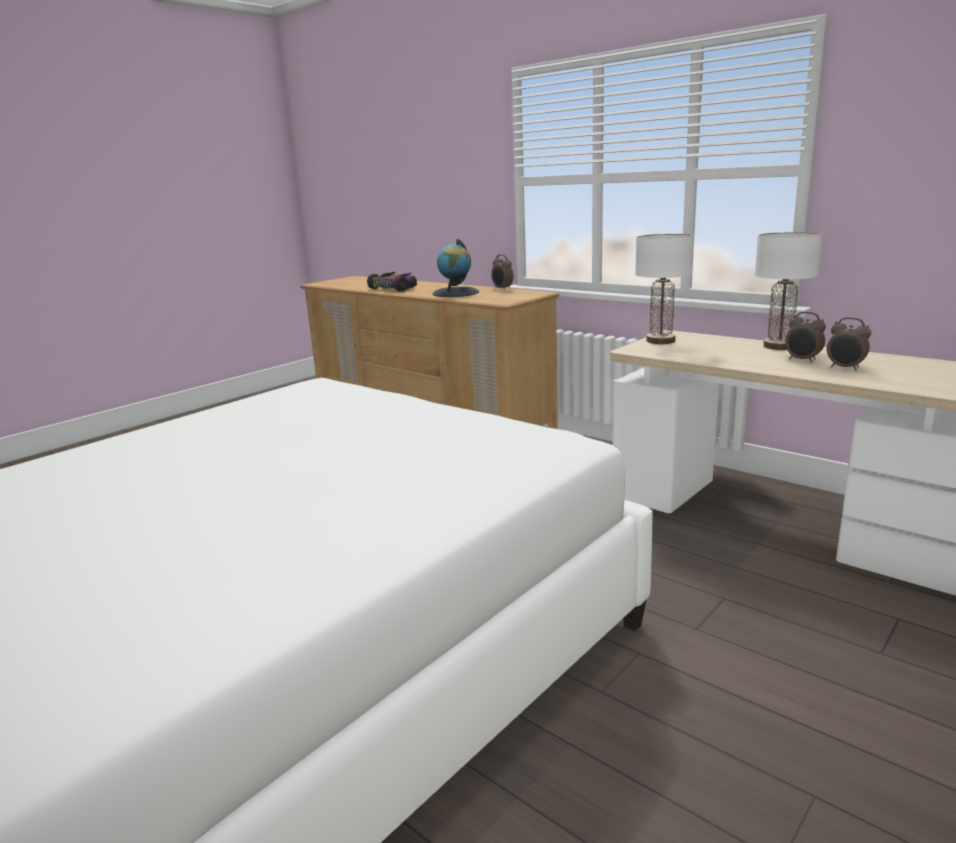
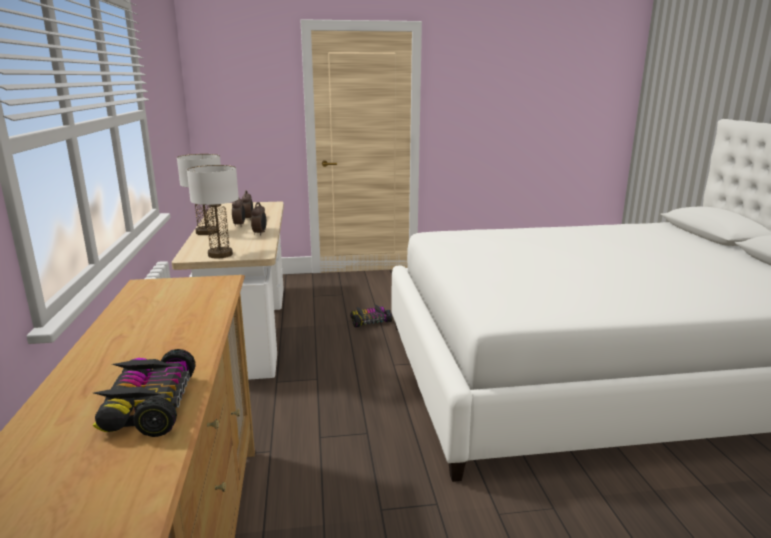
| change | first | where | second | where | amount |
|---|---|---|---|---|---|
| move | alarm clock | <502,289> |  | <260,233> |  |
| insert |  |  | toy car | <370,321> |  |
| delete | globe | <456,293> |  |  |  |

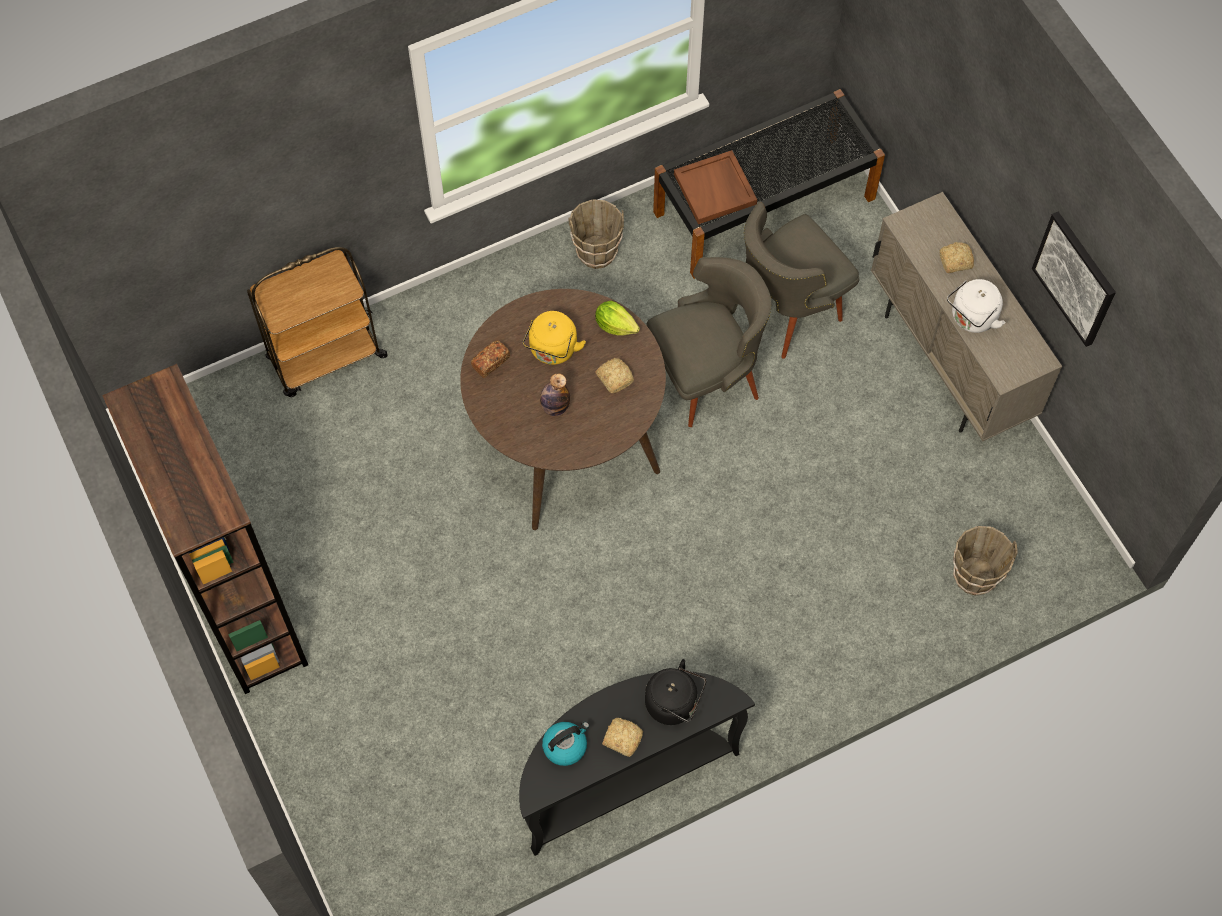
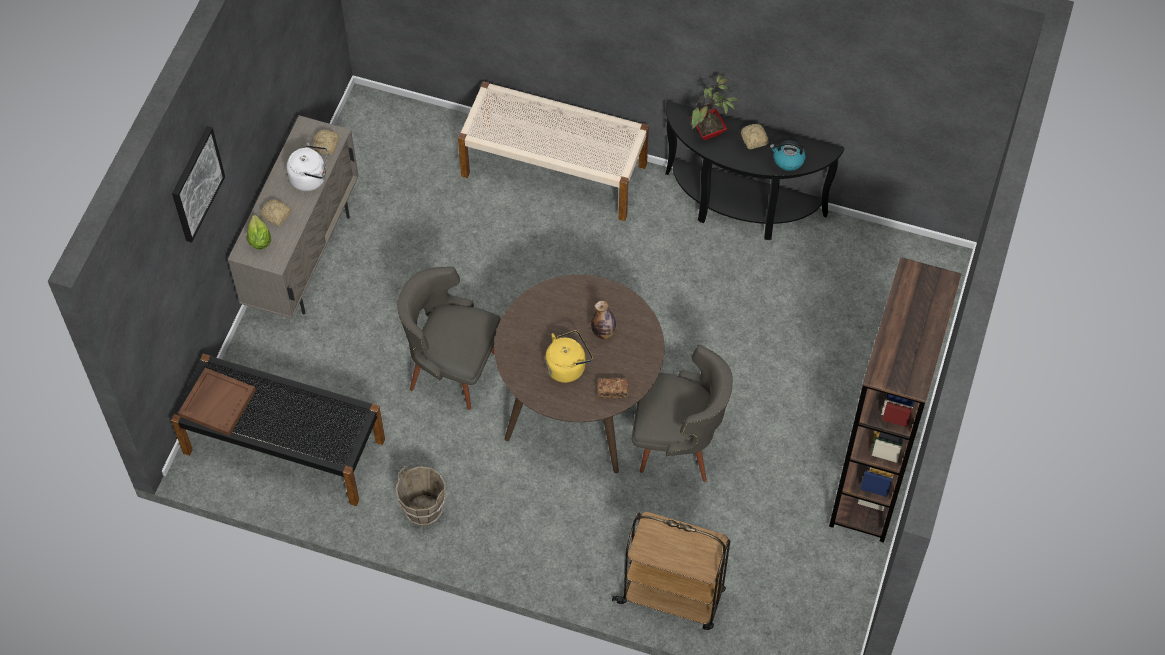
| change | first | where | second | where | amount |
|---|---|---|---|---|---|
| move | picture | <1075,278> |  | <196,183> |  |
| move | tray (brown) | <715,189> |  | <217,402> |  |
| move | lettuce | <615,325> |  | <259,240> |  |
| move | bread | <614,377> |  | <326,146> |  |
| insert |  |  | bench (beige) | <554,169> |  |
| move | chair (grey) | <788,310> |  | <677,445> |  |
| replace | kettle (black) | <674,704> | potted plant | <708,133> |  |
| delete | bucket (brown) | <974,576> |  |  |  |

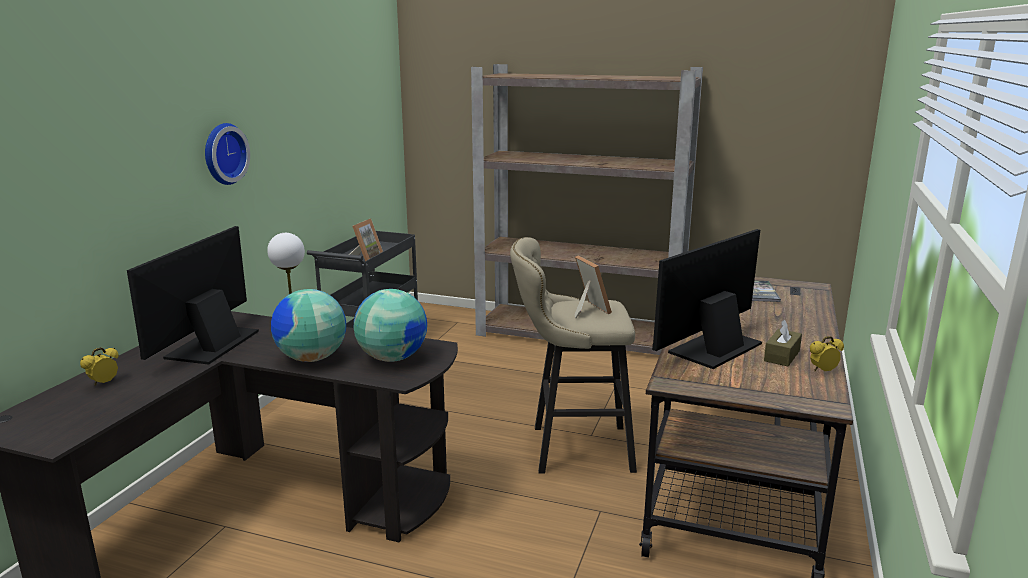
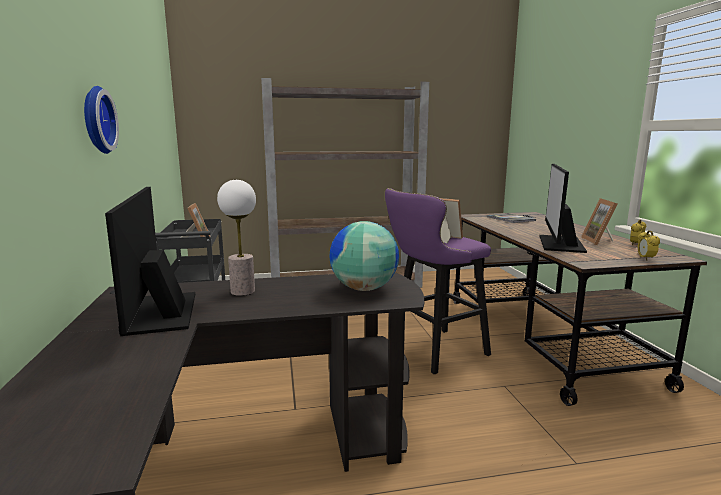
| change | first | where | second | where | amount |
|---|---|---|---|---|---|
| recolor | stool (beige) | <568,448> | stool (purple) | <430,352> |  |
| replace | tissue box (brown) | <782,356> | picture frame | <600,241> |  |
| move | alarm clock | <104,383> |  | <645,259> |  |
| delete | globe | <311,358> |  |  |  |

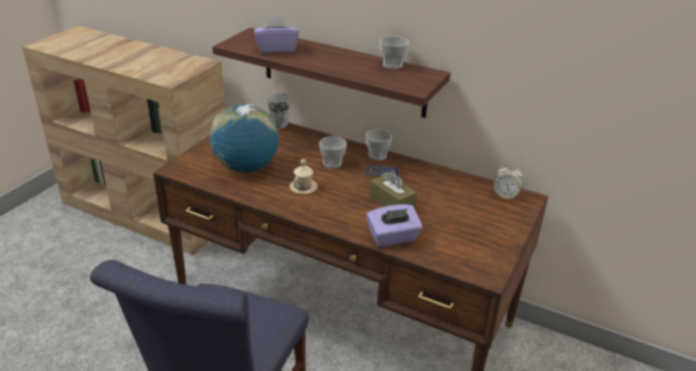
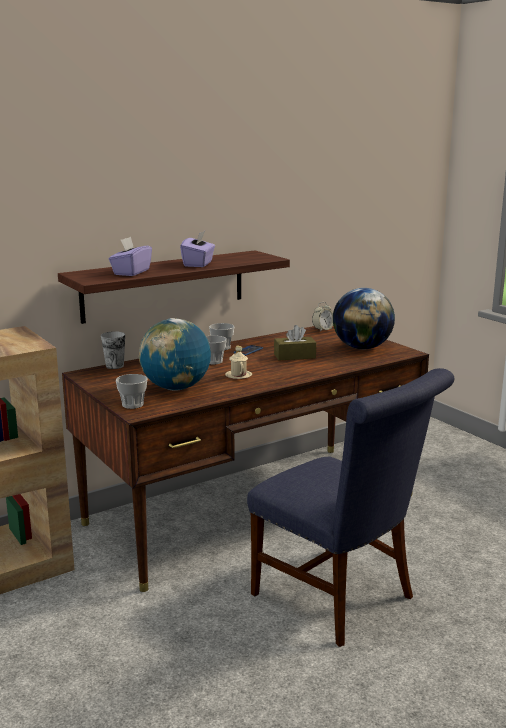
| change | first | where | second | where | amount |
|---|---|---|---|---|---|
| move | cup | <392,65> |  | <132,405> |  |
| move | tissue box (purple) | <393,238> |  | <198,264> |  |
| insert |  |  | globe | <362,347> |  |

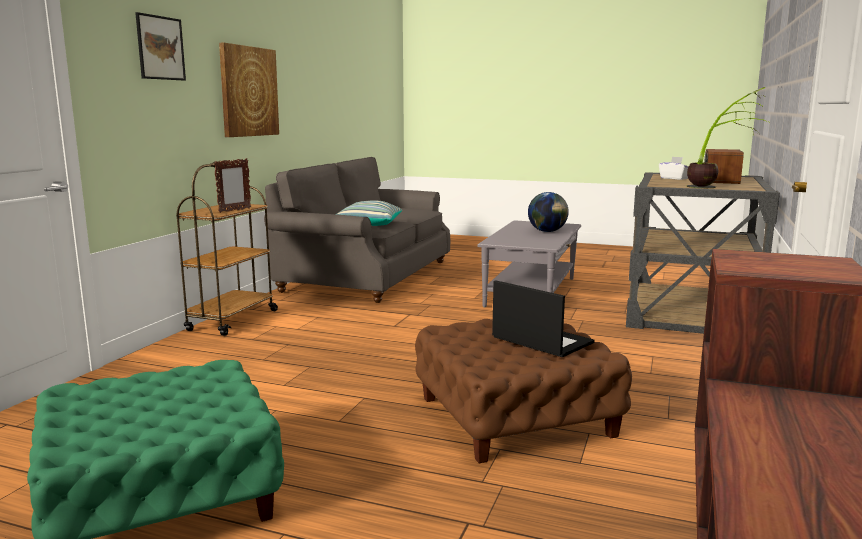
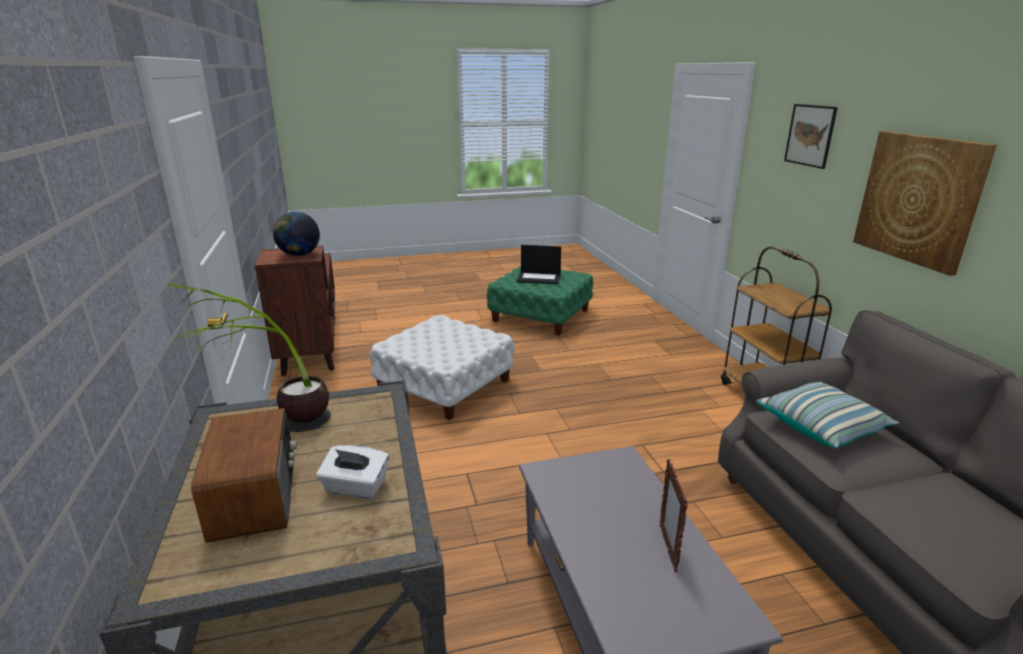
| change | first | where | second | where | amount |
|---|---|---|---|---|---|
| move | globe | <547,231> |  | <299,255> |  |
| recolor | ottoman (brown) | <515,416> | ottoman (white) | <444,386> |  |
| move | laptop | <540,340> |  | <539,278> |  |
| move | picture frame | <234,210> |  | <668,548> |  |

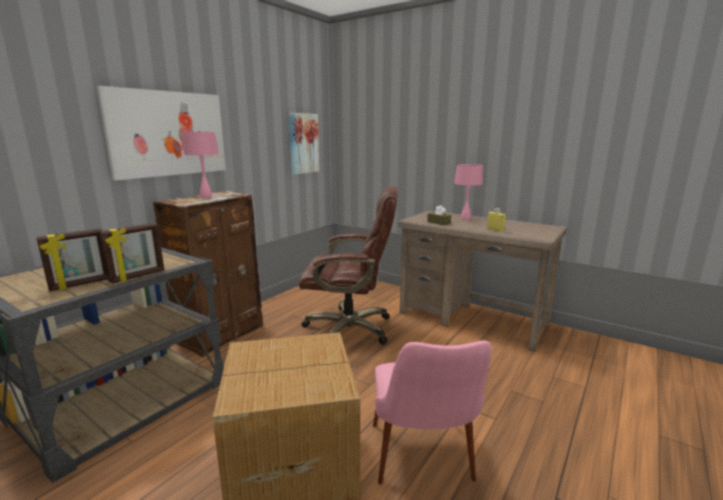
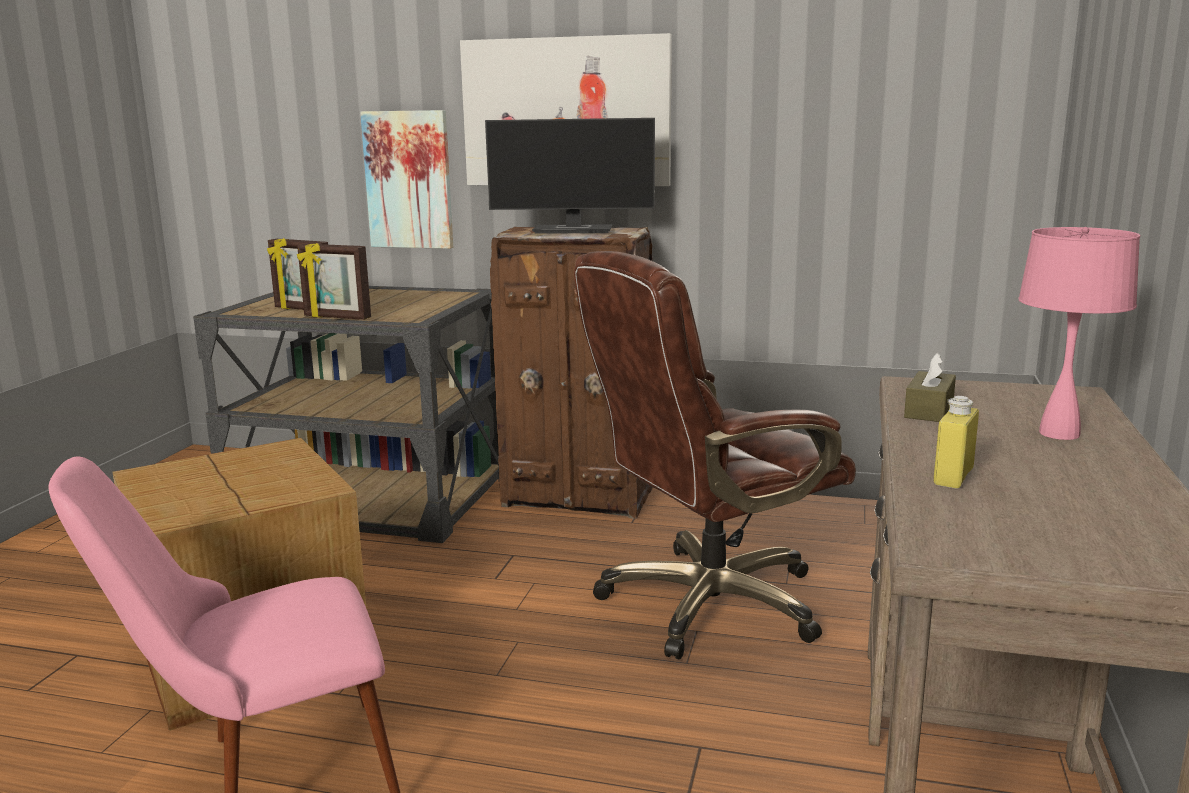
| change | first | where | second | where | amount |
|---|---|---|---|---|---|
| move | picture | <303,143> |  | <409,180> |  |
| replace | table lamp (pink) | <206,196> | monitor | <575,230> |  |
| rotate | office chair (brown) | <349,328> |  | <711,602> | 75 degrees clockwise |

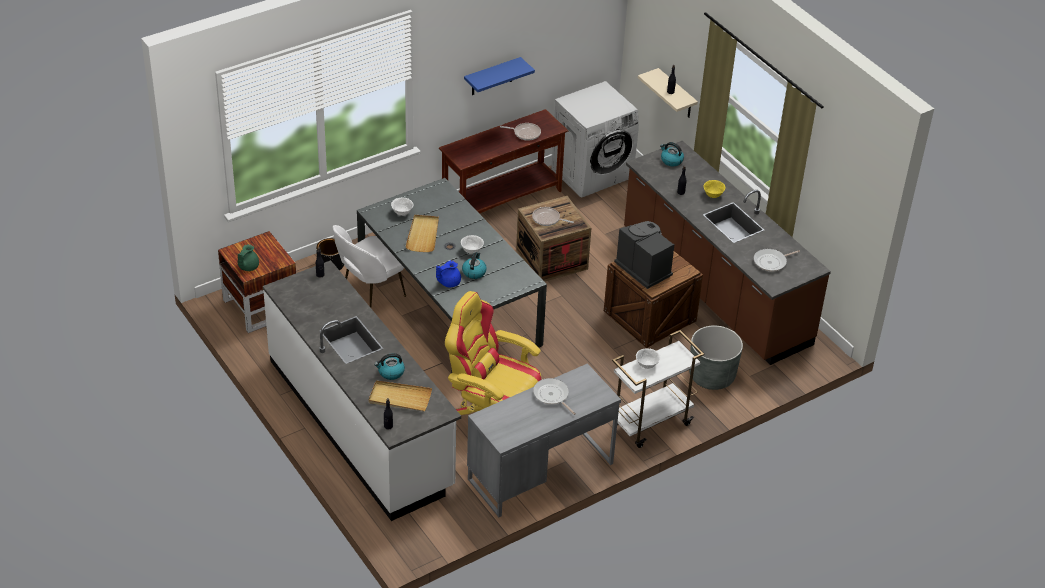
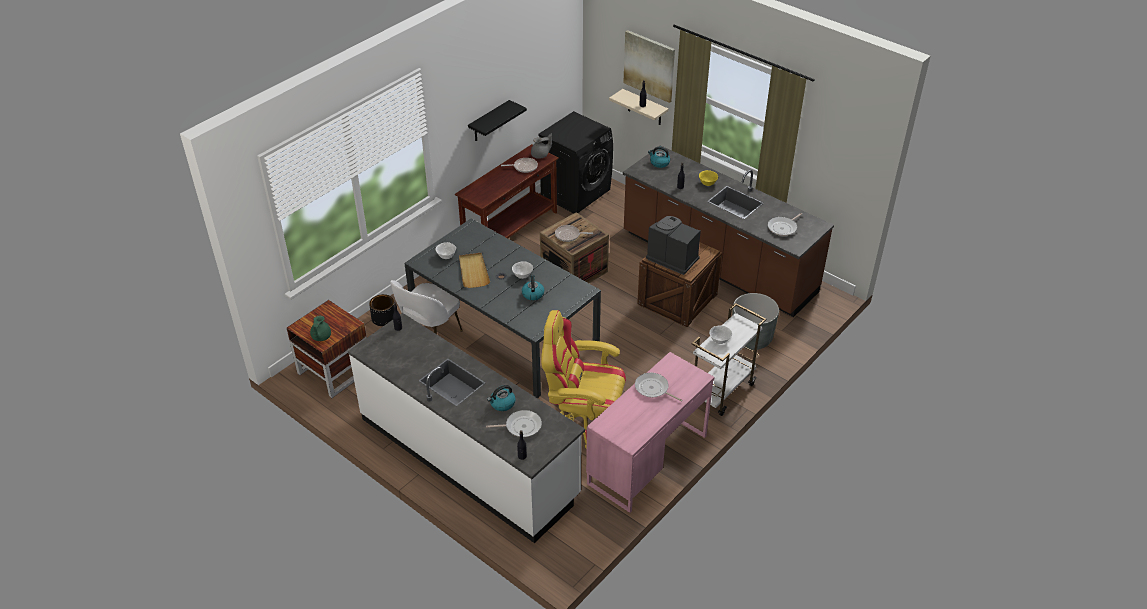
| change | first | where | second | where | amount |
|---|---|---|---|---|---|
| recolor | shelf (blue) | <492,77> | shelf (black) | <489,122> |  |
| replace | tray (beige) | <399,398> | frying pan | <521,426> |  |
| insert |  |  | teapot (grey) | <540,155> |  |
| recolor | washing machine (white) | <591,175> | washing machine (black) | <576,194> |  |
| recolor | desk (grey) | <540,471> | desk (pink) | <647,459> |  |
| insert |  |  | picture | <649,65> |  |
| delete | teapot (blue) | <448,282> |  |  |  |

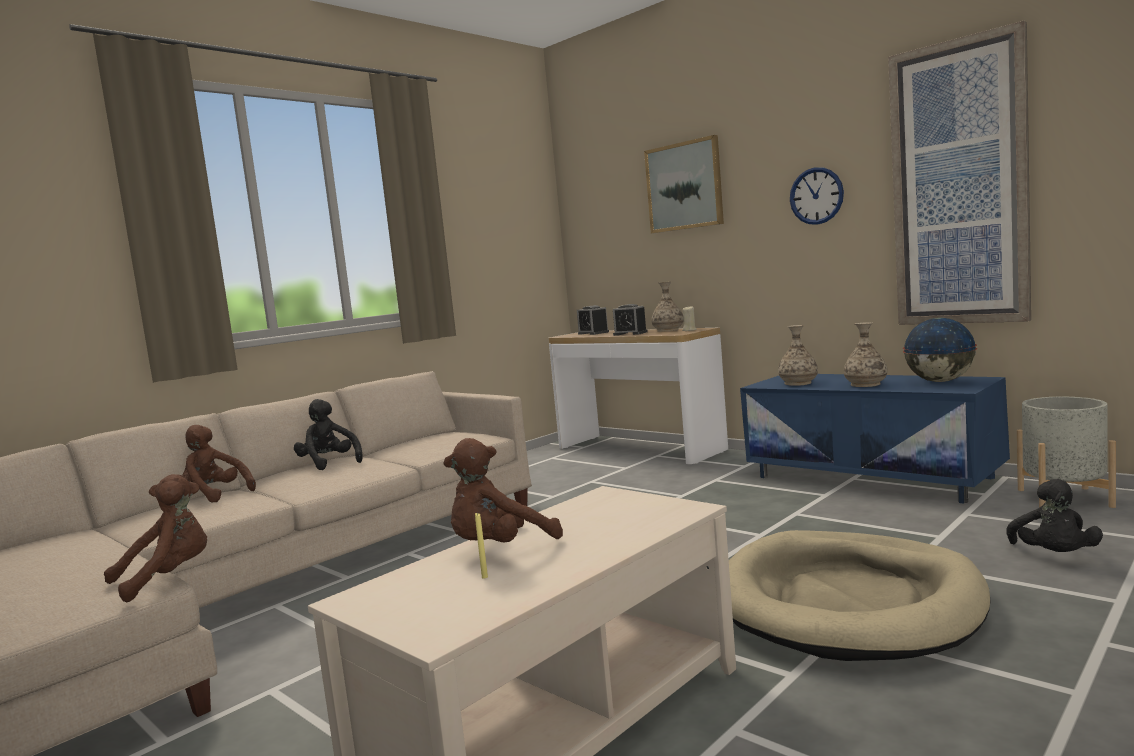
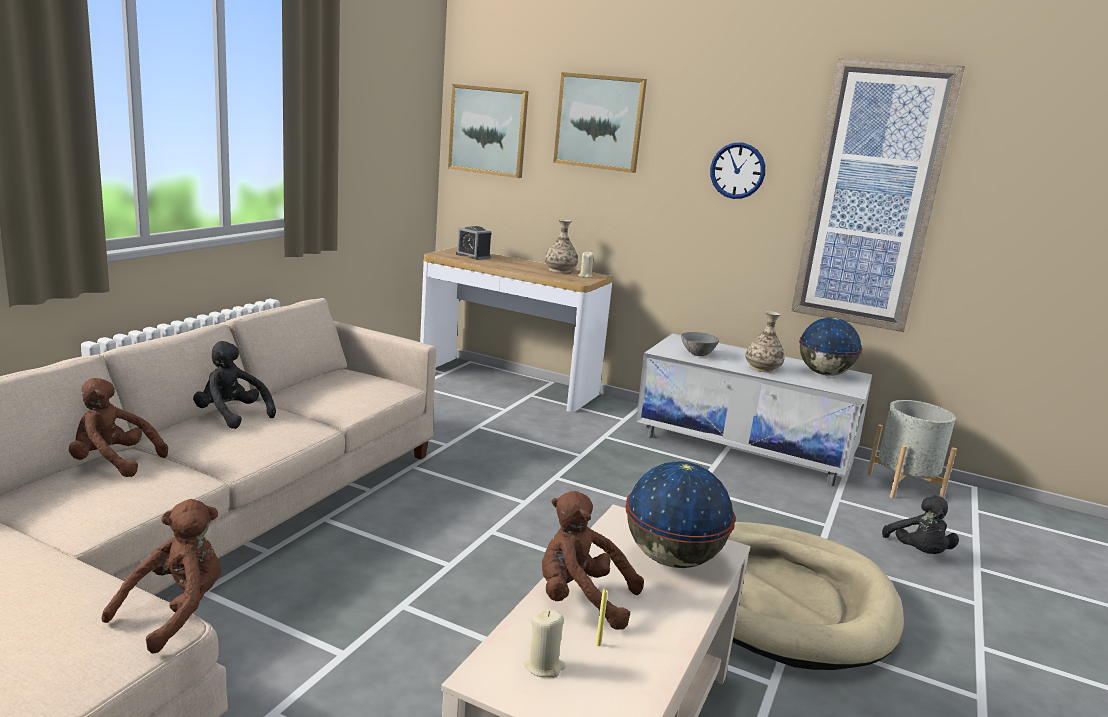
| change | first | where | second | where | amount |
|---|---|---|---|---|---|
| insert |  |  | picture | <488,130> |  |
| insert |  |  | candle (beige) | <544,666> |  |
| rotate | plush toy (brown) | <499,548> |  | <581,600> | 75 degrees clockwise |
| insert |  |  | globe | <672,559> |  |
| recolor | tv stand (blue) | <872,478> | tv stand (white) | <745,448> |  |
| replace | vase | <798,383> | bowl (grey) | <697,354> |  |
| delete | alarm clock | <630,333> |  |  |  |

